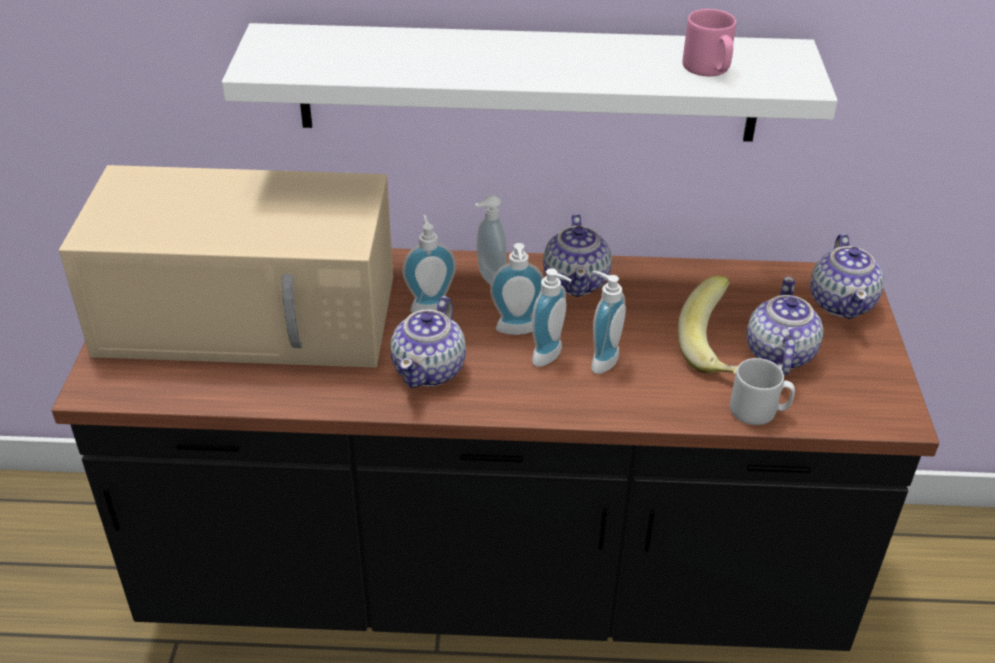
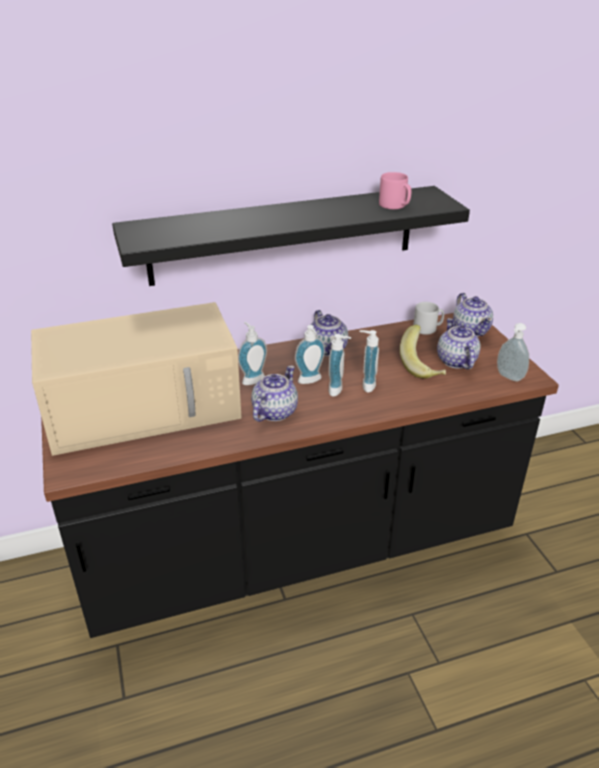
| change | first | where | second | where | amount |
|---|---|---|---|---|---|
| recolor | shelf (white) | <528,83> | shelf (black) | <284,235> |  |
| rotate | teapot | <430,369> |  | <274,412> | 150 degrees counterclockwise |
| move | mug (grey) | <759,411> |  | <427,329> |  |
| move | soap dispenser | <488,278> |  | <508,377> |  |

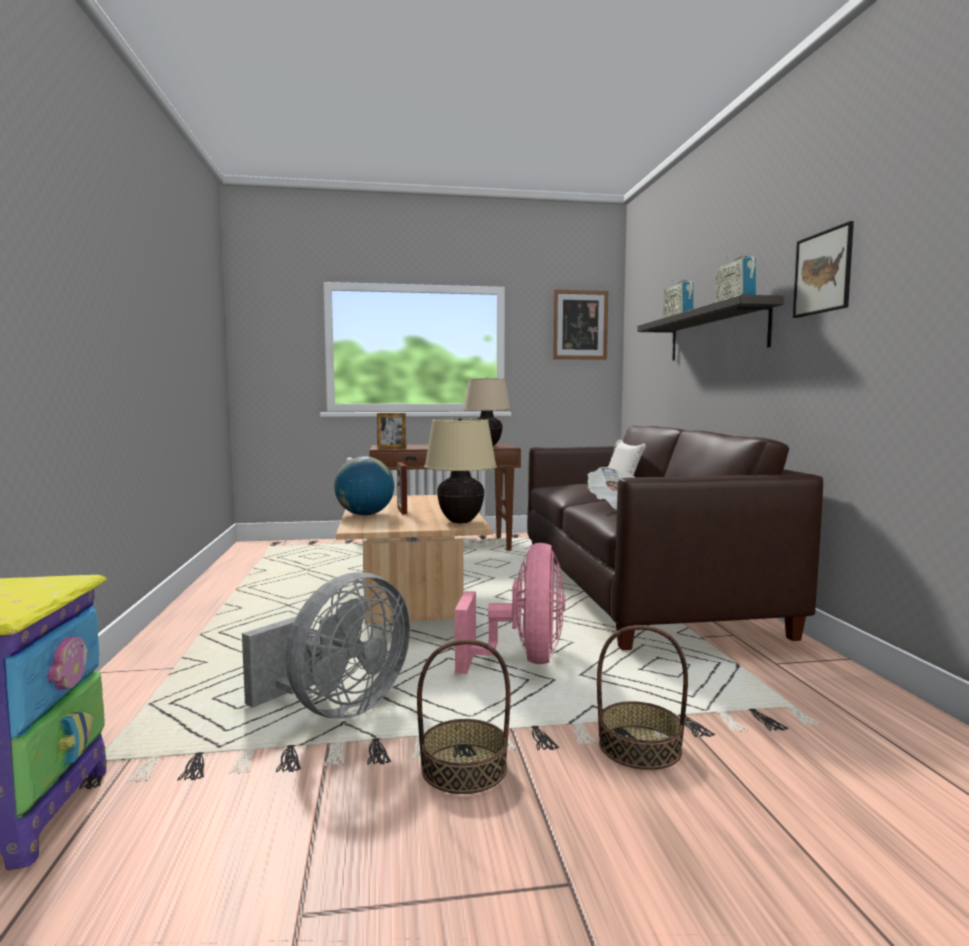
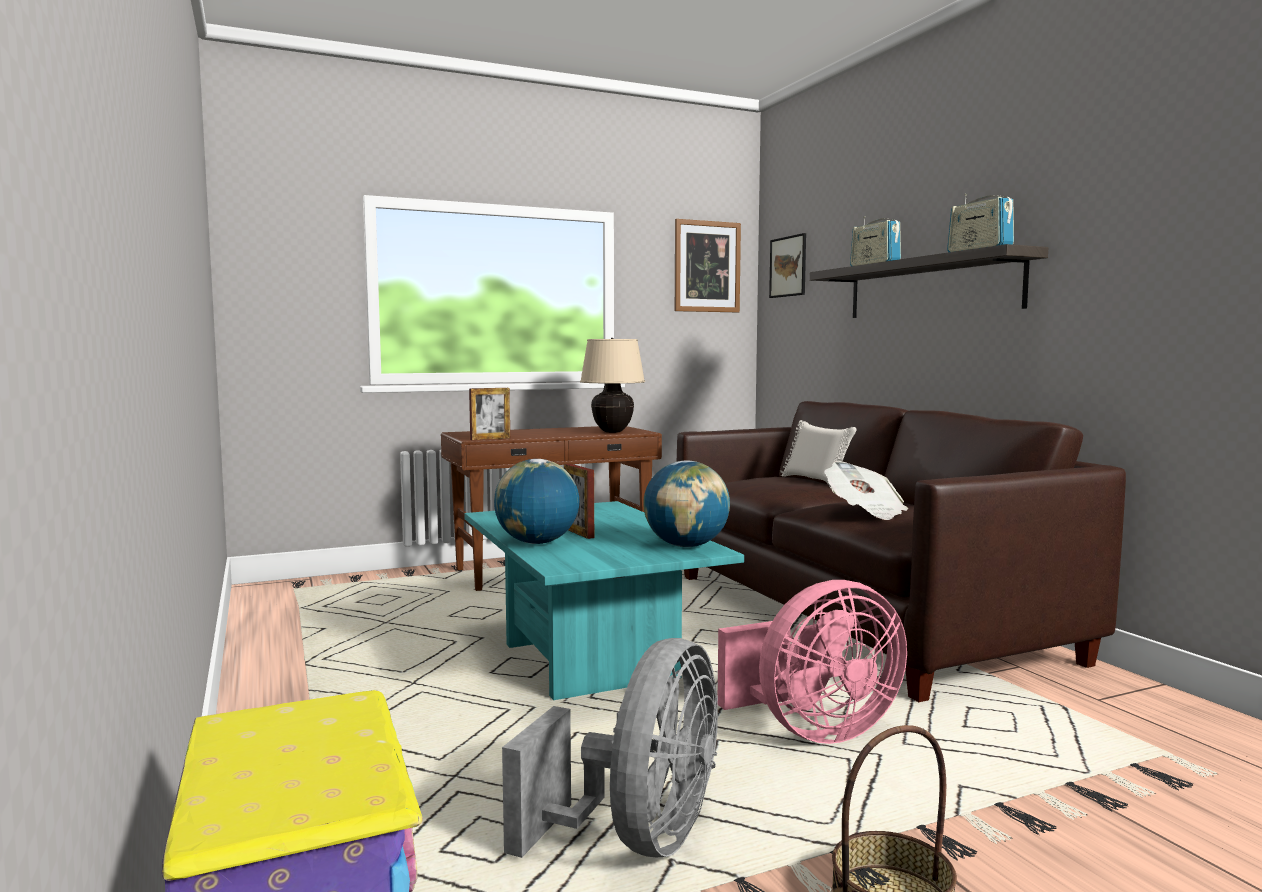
| change | first | where | second | where | amount |
|---|---|---|---|---|---|
| recolor | coffee table (beige) | <412,603> | coffee table (turquoise) | <589,661> |  |
| replace | table lamp (beige) | <460,521> | globe | <686,546> |  |
| rotate | fan (pink) | <523,660> |  | <814,731> | 75 degrees clockwise |
| move | picture | <822,272> |  | <788,266> |  |
| delete | basket | <640,747> |  |  |  |

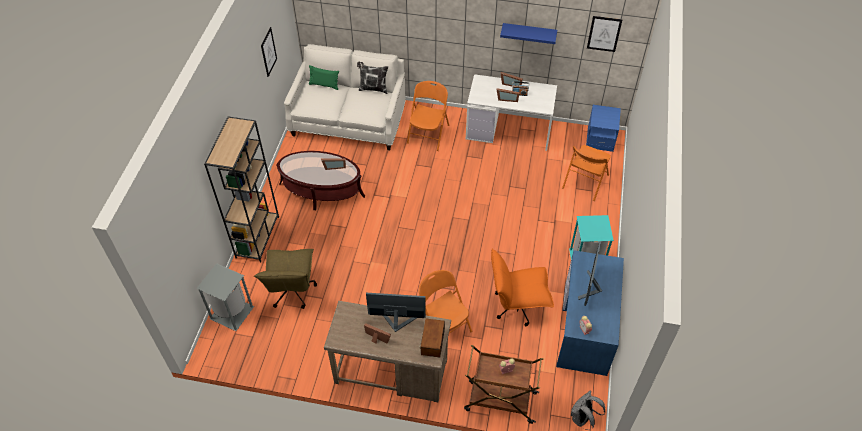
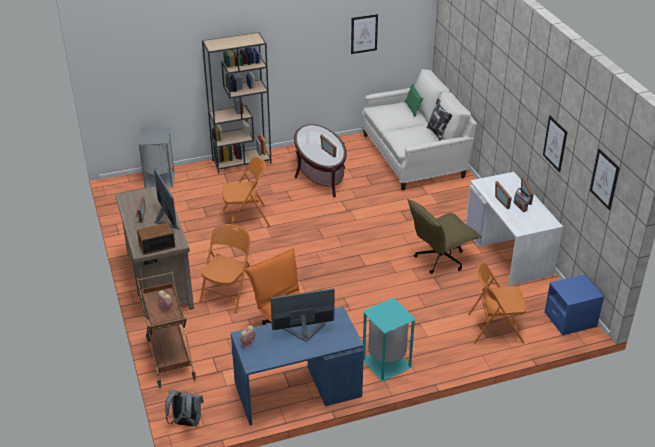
| change | first | where | second | where | amount |
|---|---|---|---|---|---|
| move | chair (orange) | <428,134> |  | <246,218> |  |
| move | office chair (beige) | <292,290> |  | <440,259> |  |
| replace | shelf (blue) | <529,33> | picture | <555,143> |  |

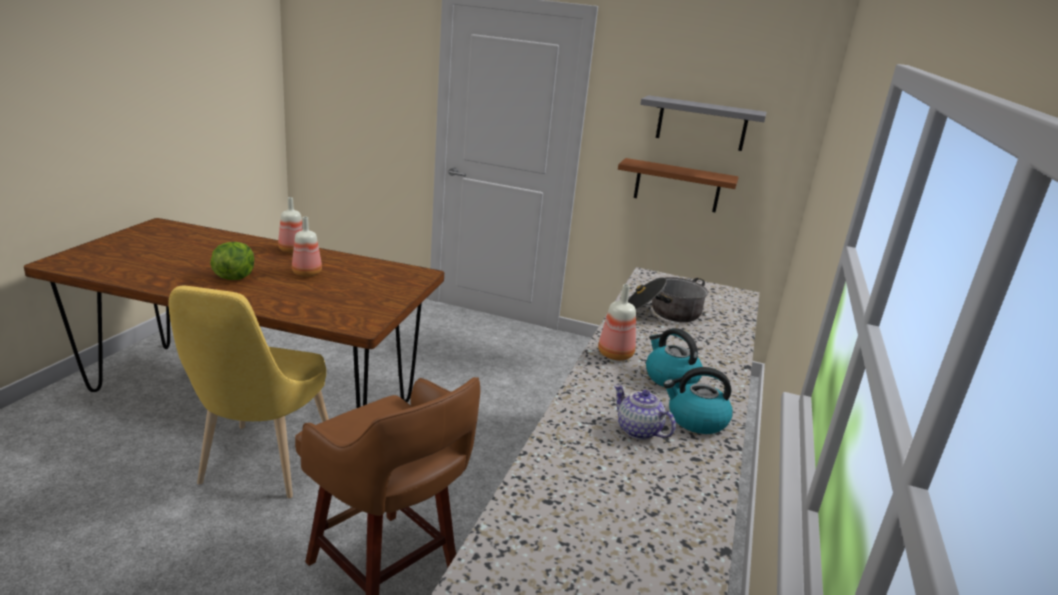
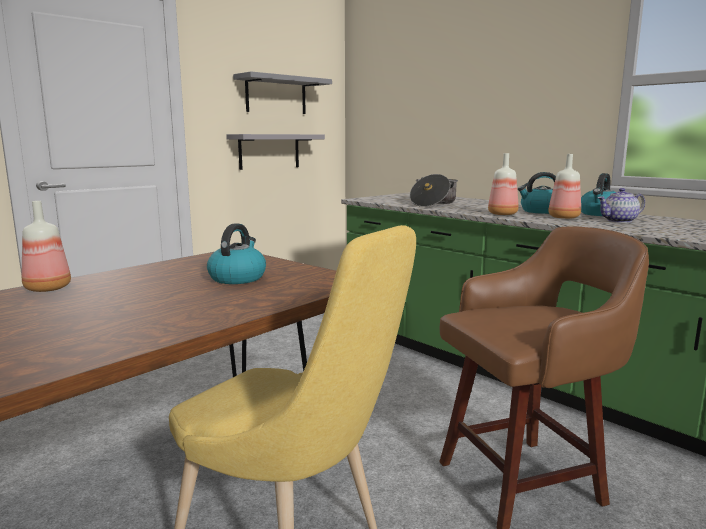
| change | first | where | second | where | amount |
|---|---|---|---|---|---|
| insert |  |  | kettle | <237,278> |  |
| recolor | shelf (brown) | <677,186> | shelf (grey) | <269,151> |  |
| move | bottle | <306,273> |  | <563,217> |  |
| delete | lettuce | <234,277> |  |  |  |

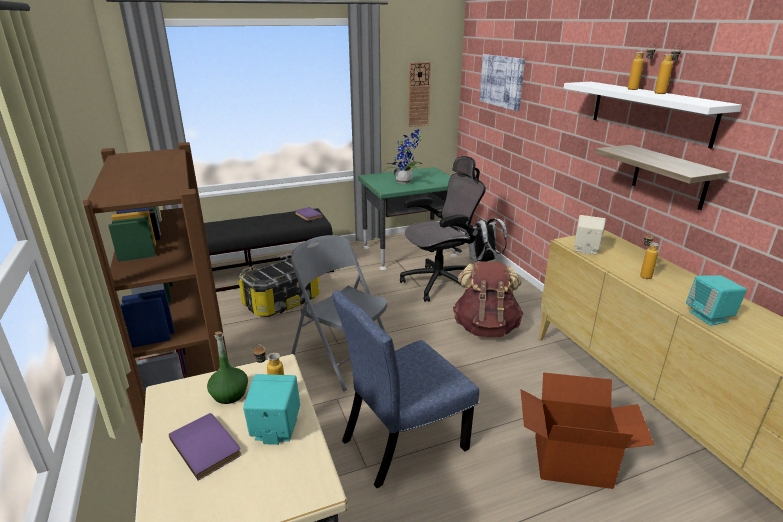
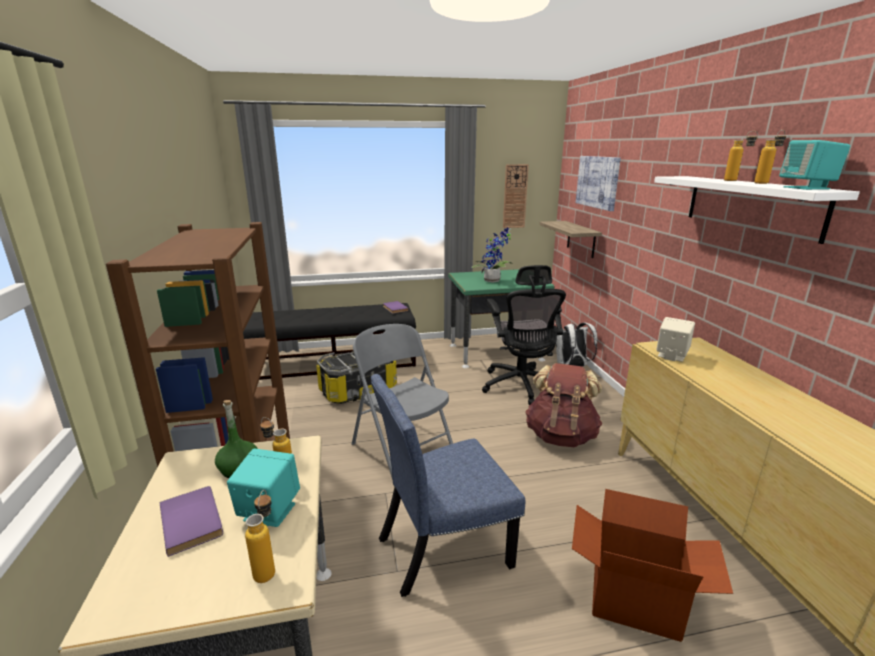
| change | first | where | second | where | amount |
|---|---|---|---|---|---|
| move | bottle | <643,274> |  | <268,567> |  |
| rotate | office chair | <439,283> |  | <520,385> | 105 degrees clockwise |
| move | shelf | <669,177> |  | <581,239> |  |
| move | speaker (turquoise) | <709,316> |  | <807,188> |  |

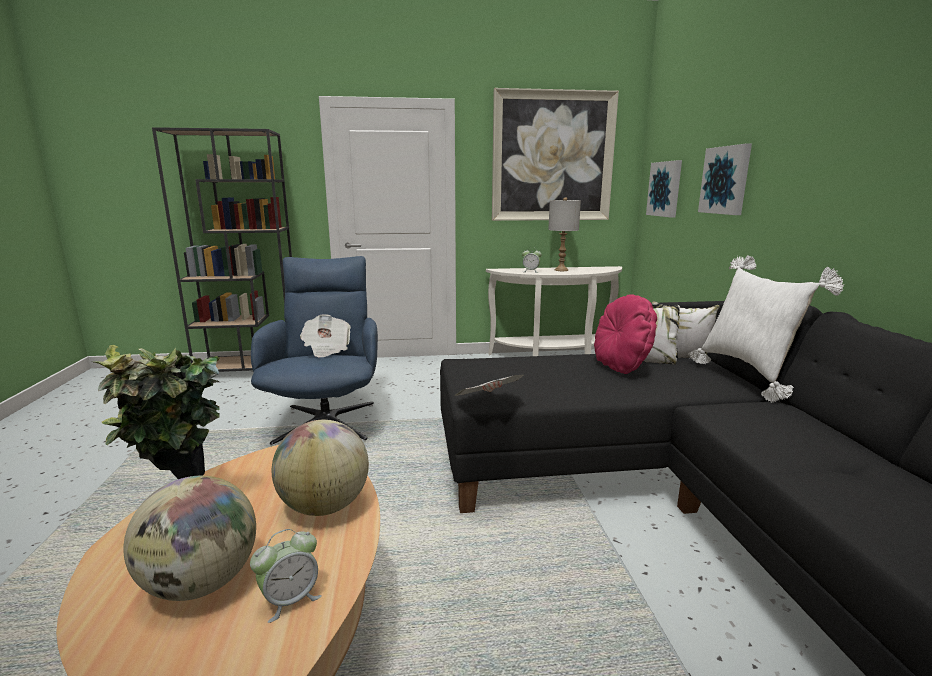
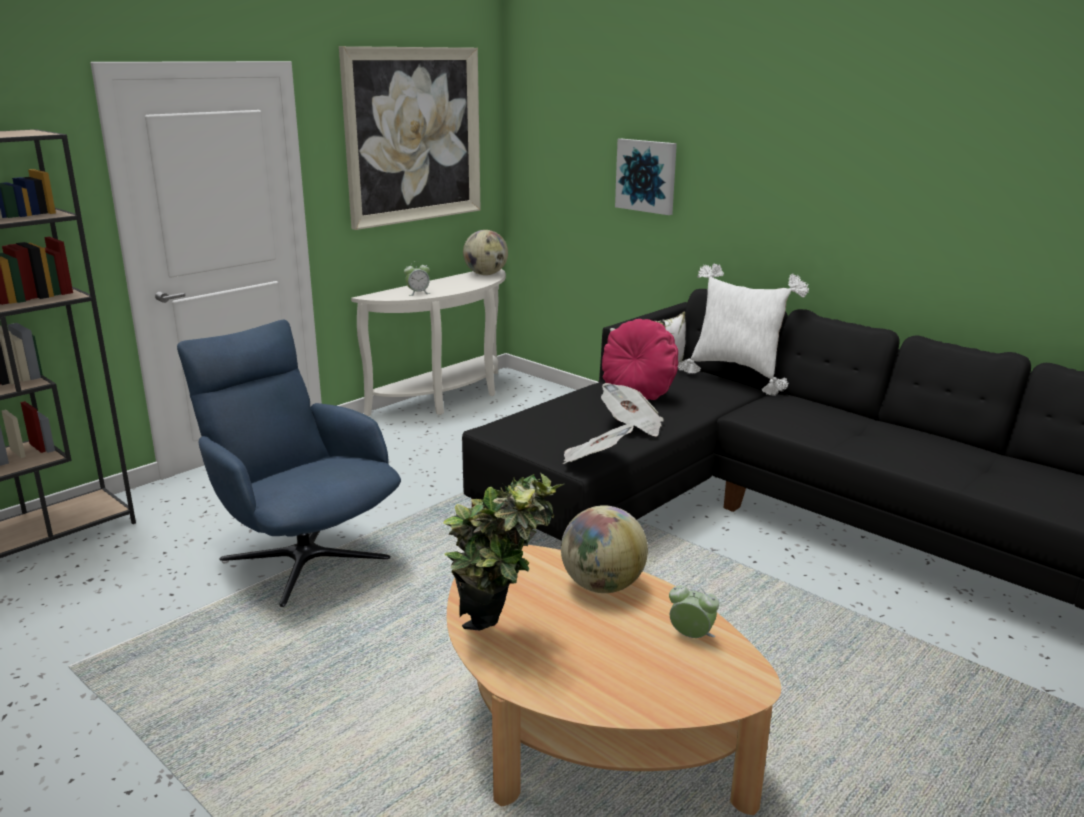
| change | first | where | second | where | amount |
|---|---|---|---|---|---|
| move | globe | <201,583> |  | <486,274> |  |
| move | newspaper | <326,349> |  | <632,426> |  |
| rotate | alarm clock | <290,600> |  | <691,636> | 75 degrees counterclockwise |
| delete | table lamp (grey) | <561,270> |  |  |  |
| delete | picture | <665,189> |  |  |  |

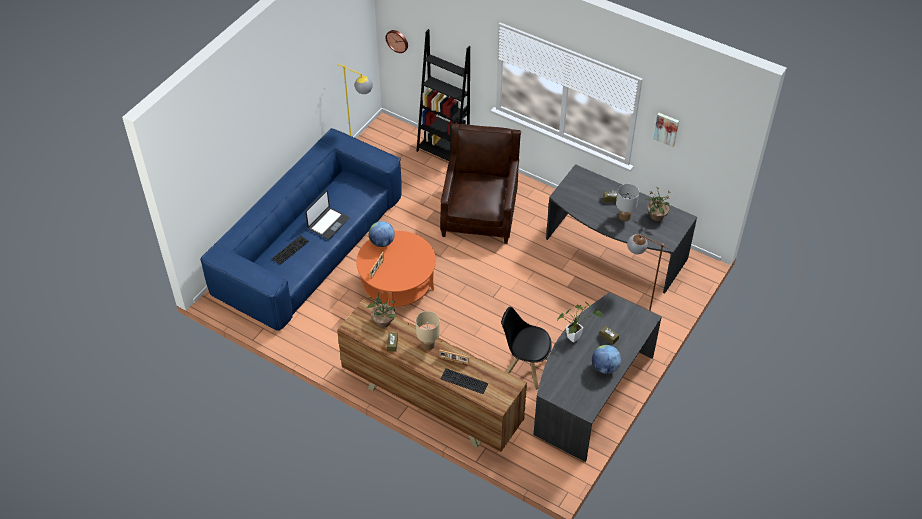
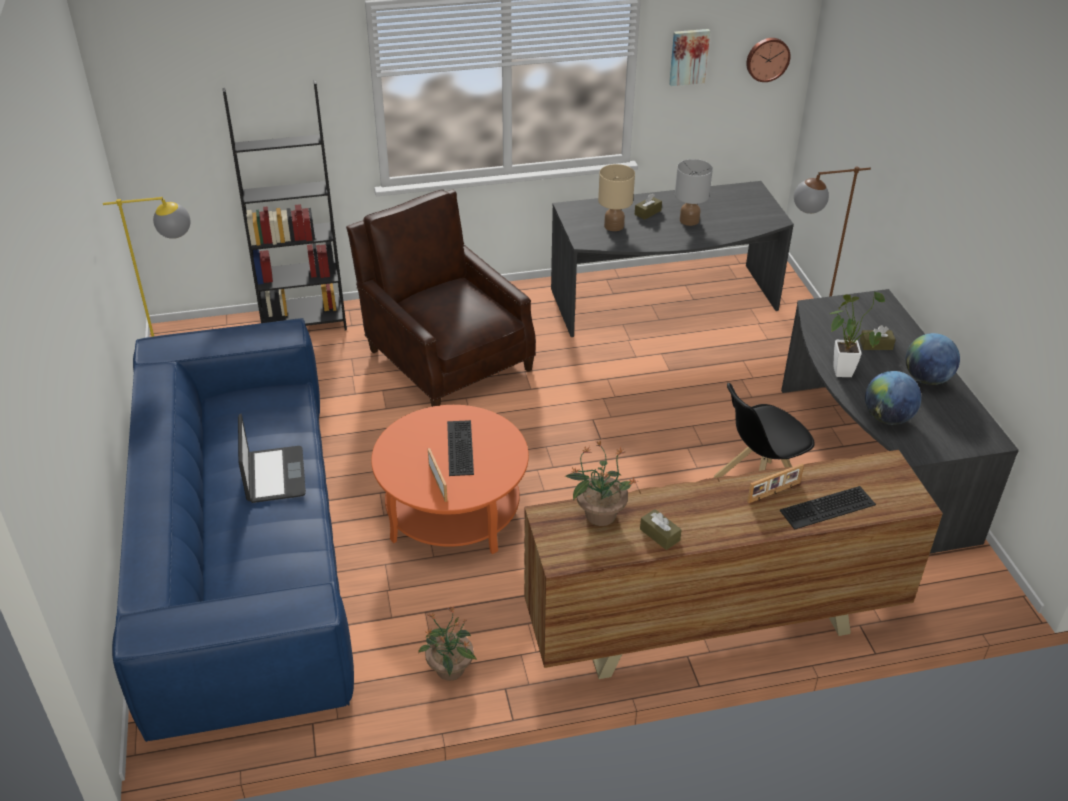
| change | first | where | second | where | amount |
|---|---|---|---|---|---|
| move | potted plant | <656,216> |  | <450,669> |  |
| move | keyboard | <290,249> |  | <458,447> |  |
| move | table lamp (beige) | <428,344> |  | <613,226> |  |
| move | wall clock | <397,40> |  | <767,59> |  |
| move | globe | <382,242> |  | <887,418> |  |

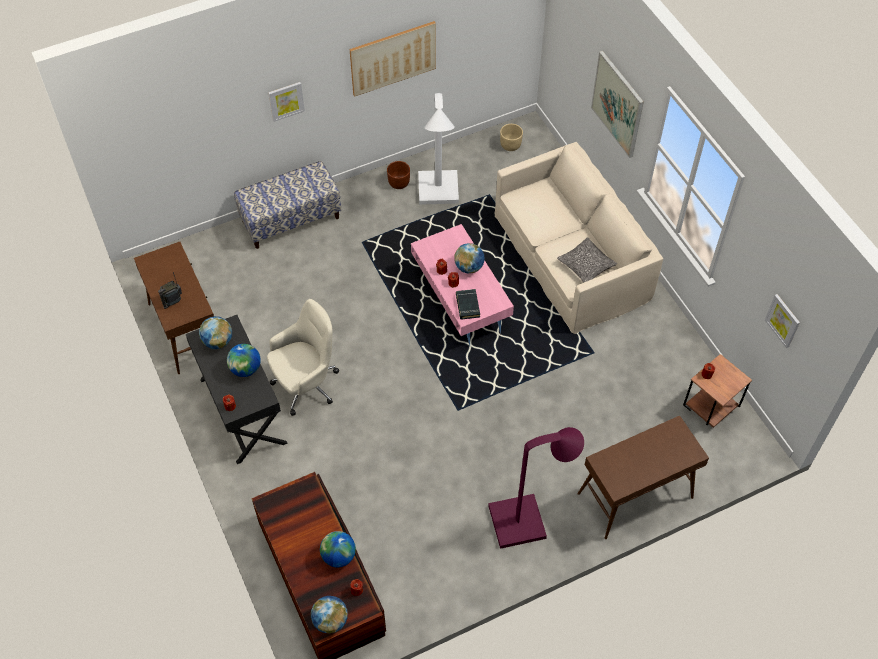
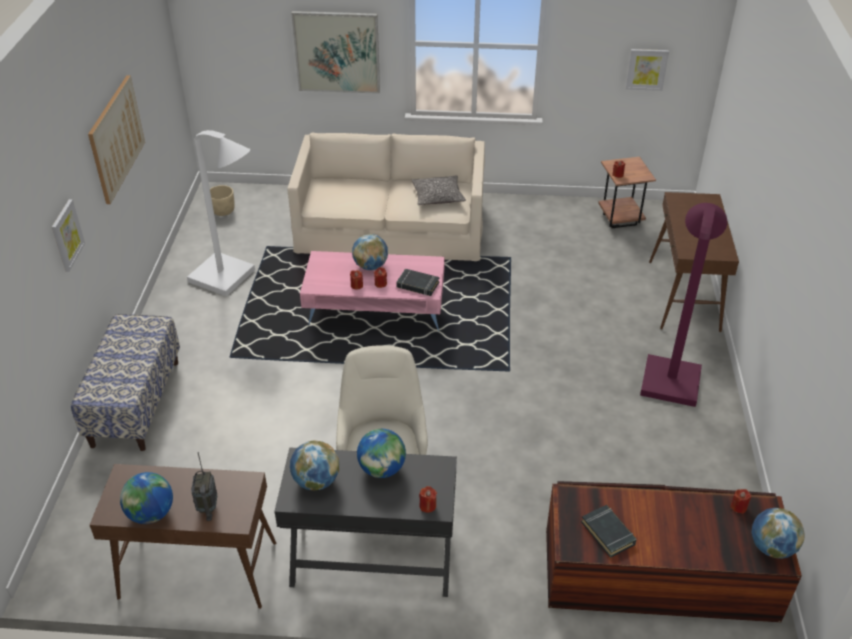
| change | first | where | second | where | amount |
|---|---|---|---|---|---|
| move | globe | <338,556> |  | <151,514> |  |
| insert |  |  | book (black) | <608,533> |  |
| delete | planter (brown) | <399,182> |  |  |  |

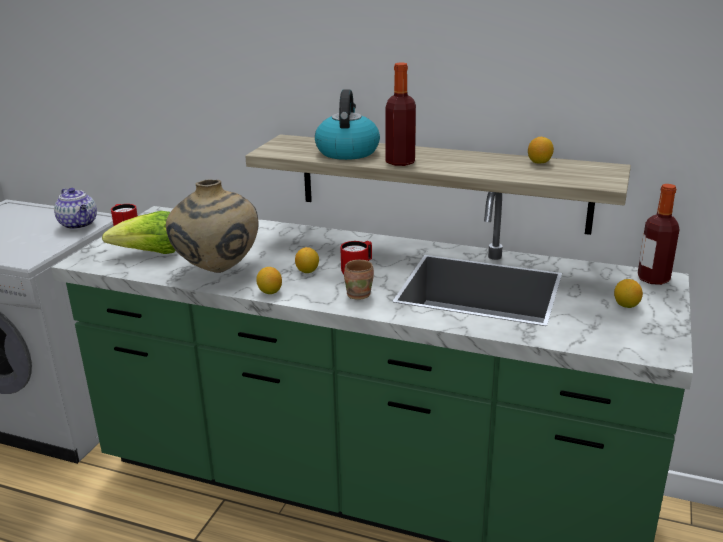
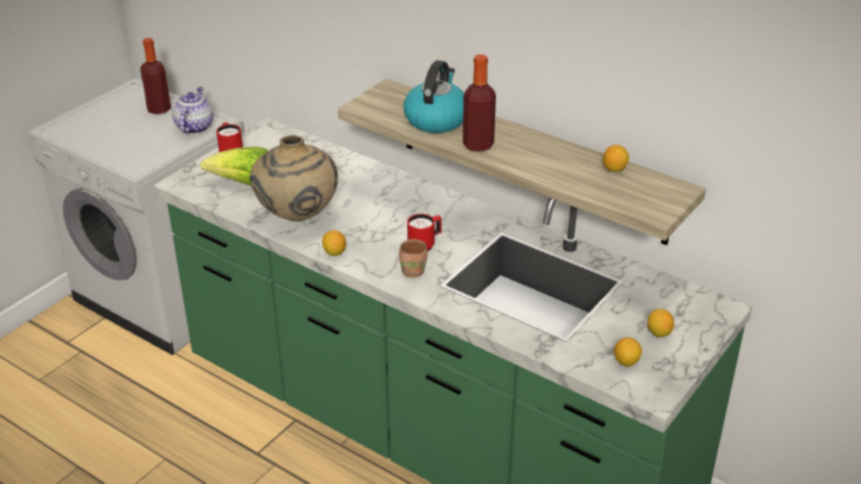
| change | first | where | second | where | amount |
|---|---|---|---|---|---|
| move | bottle | <653,279> |  | <159,109> |  |
| rotate | teapot | <79,224> |  | <194,127> | 150 degrees counterclockwise |
| move | lemon | <307,271> |  | <626,362> |  |

